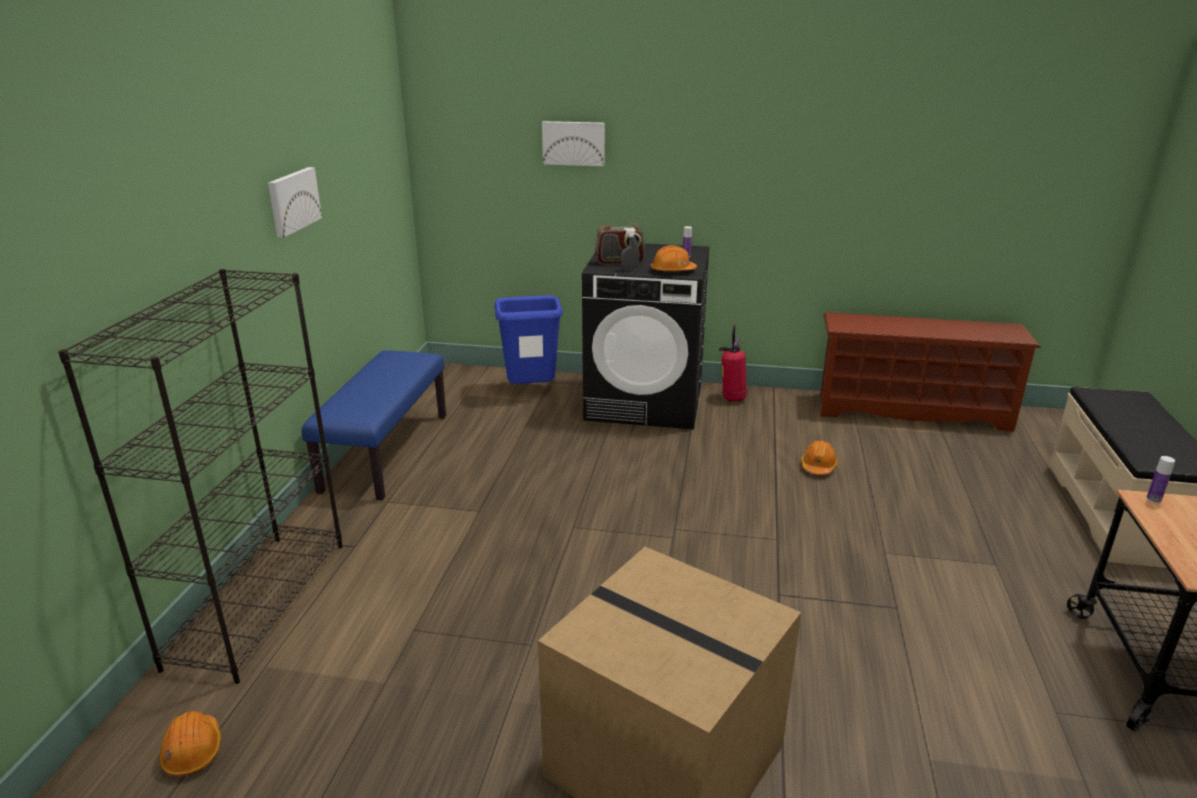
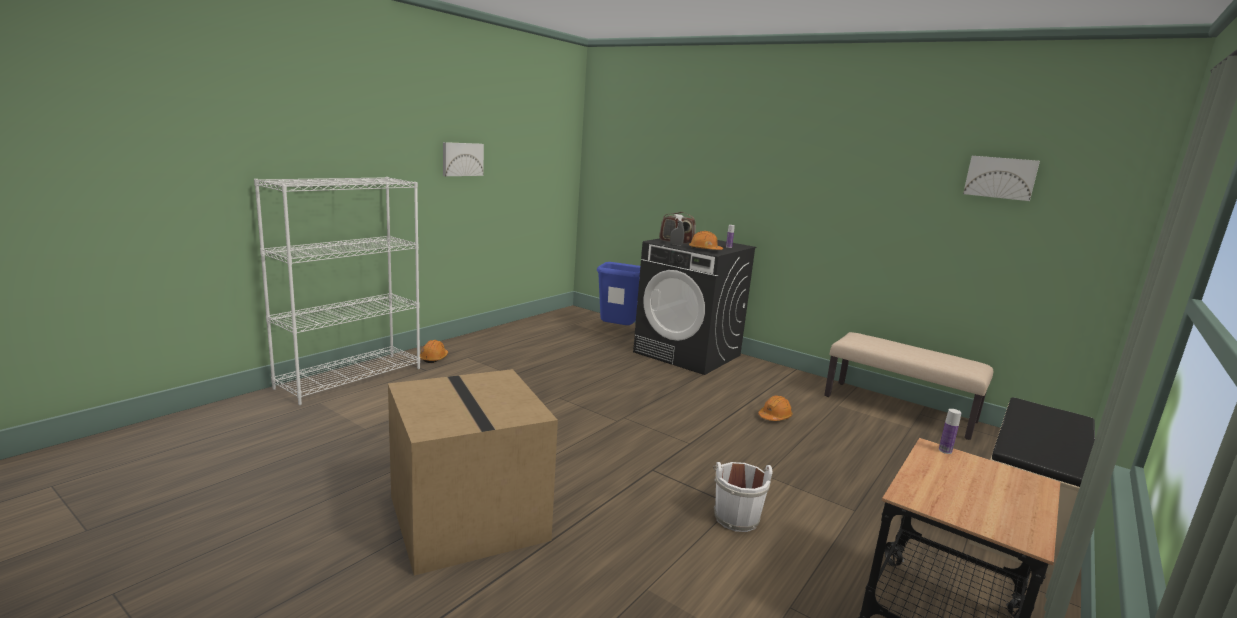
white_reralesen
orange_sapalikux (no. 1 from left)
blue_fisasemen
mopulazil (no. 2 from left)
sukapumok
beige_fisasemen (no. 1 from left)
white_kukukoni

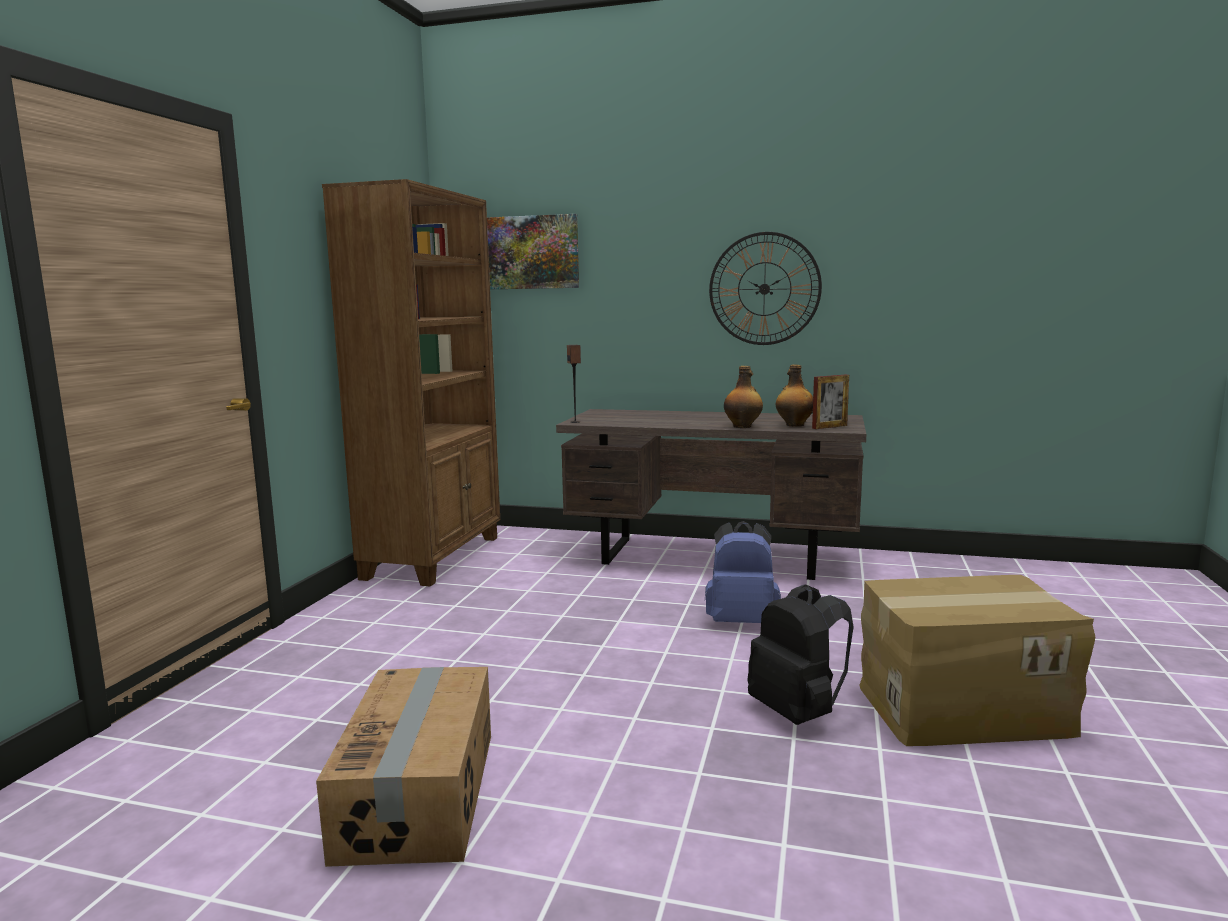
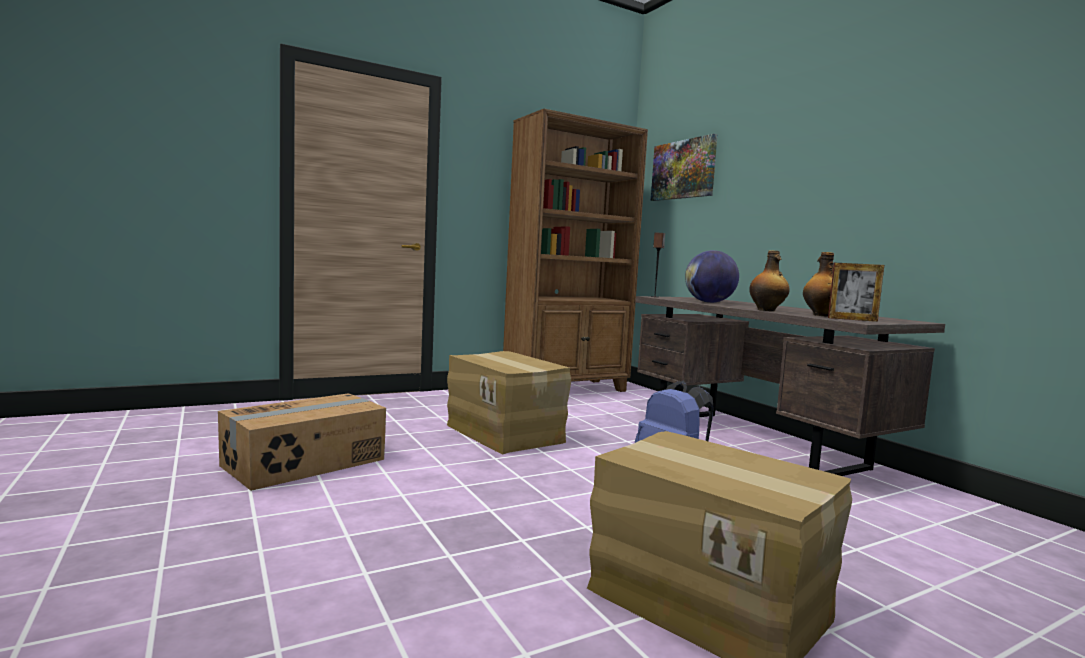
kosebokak
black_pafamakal
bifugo (no. 2 from left)
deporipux

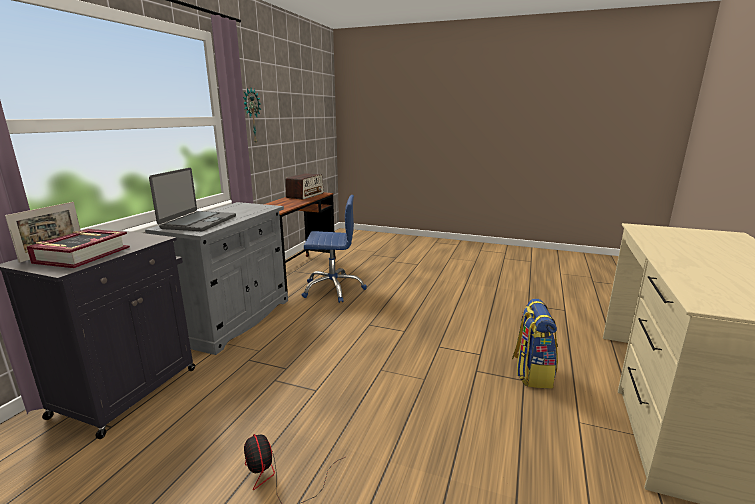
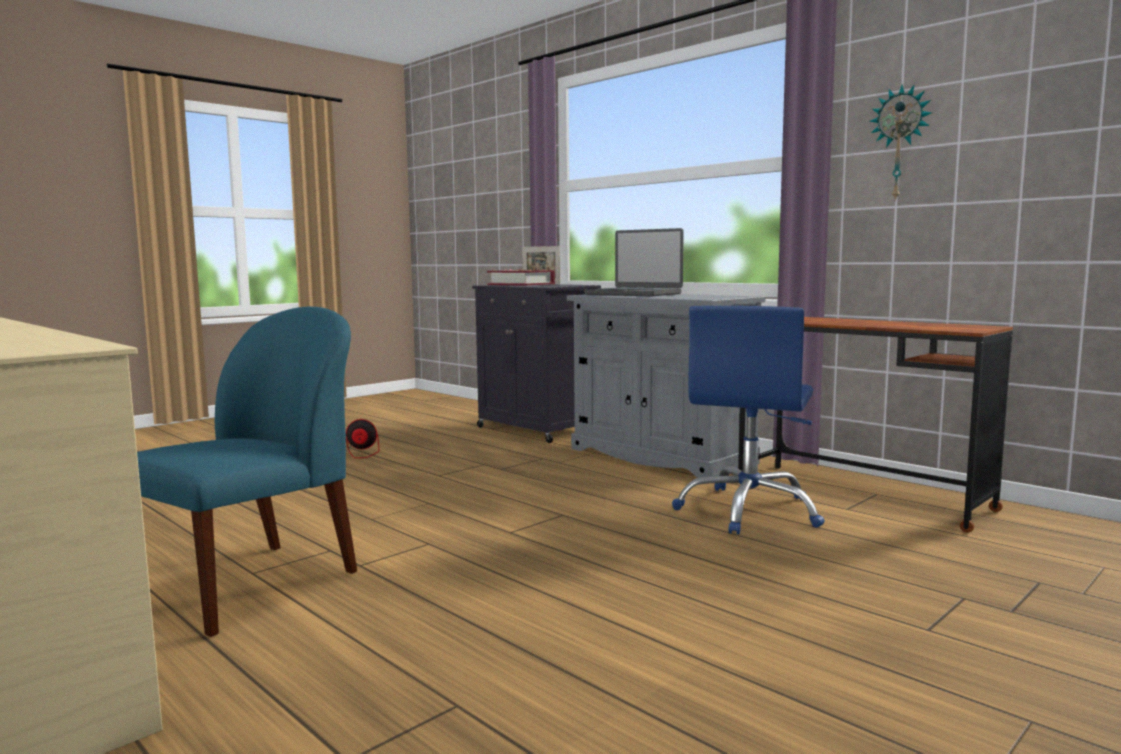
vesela
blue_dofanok

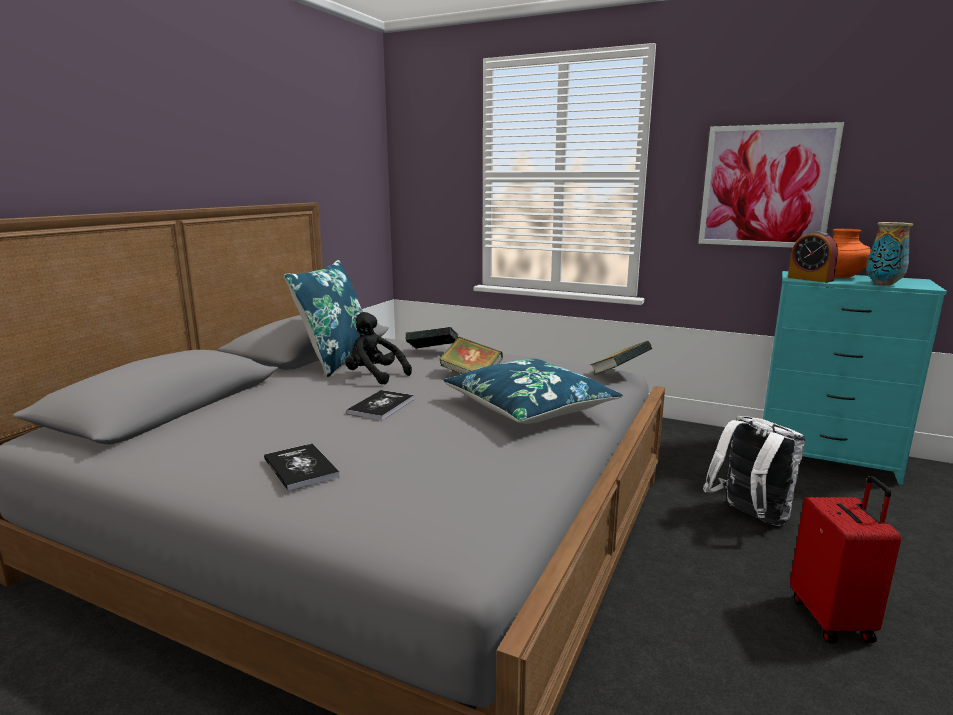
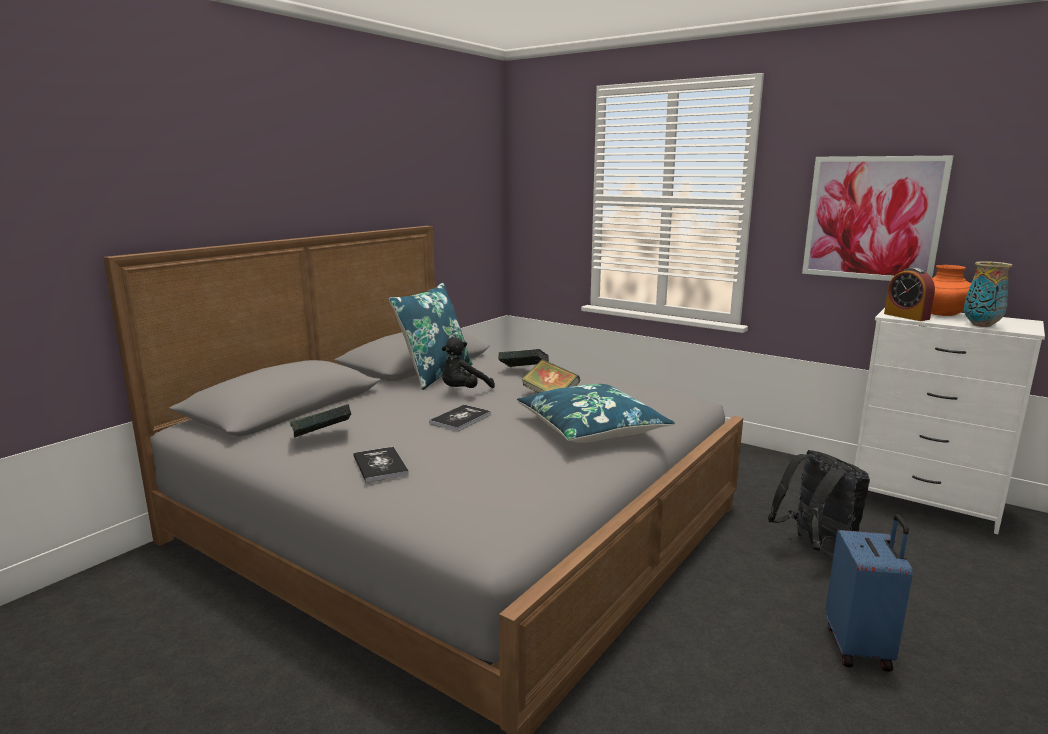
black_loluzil
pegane (no. 1 from left)
black_pafamakal
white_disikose
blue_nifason

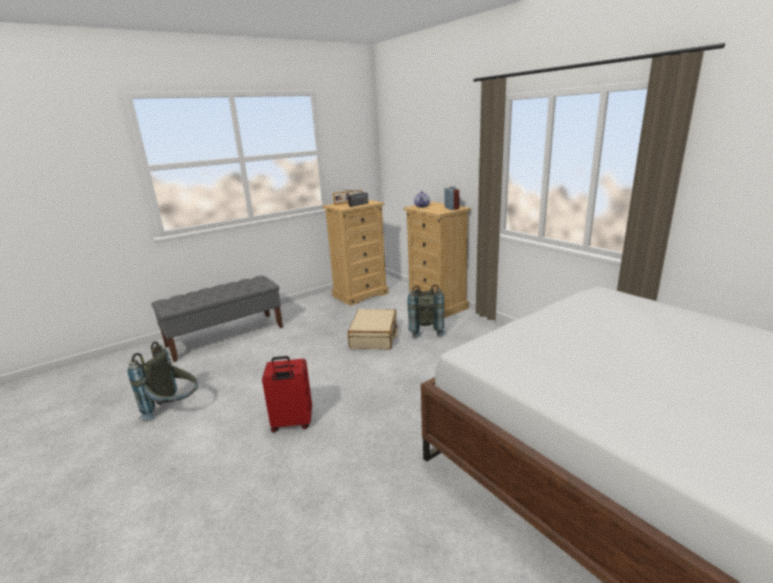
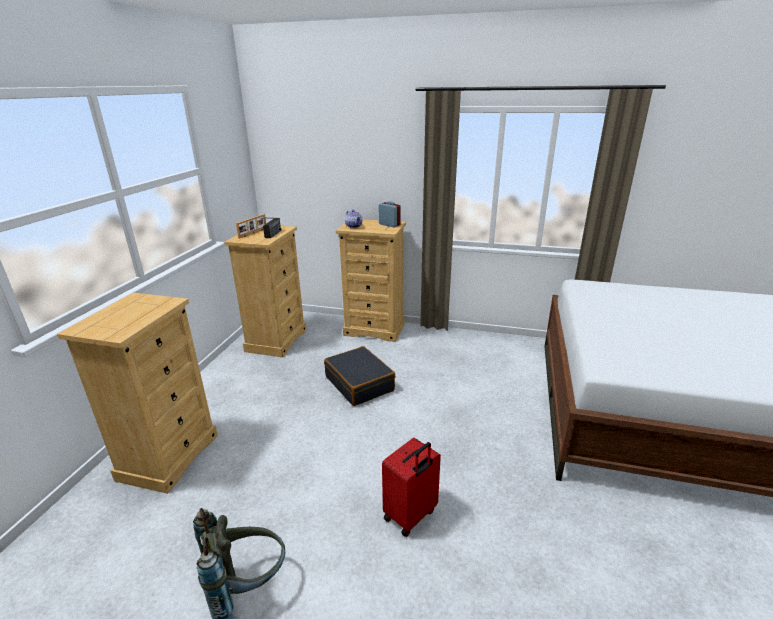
beige_disikose (no. 1 from left)
black_nifason
grey_pafamakal (no. 2 from left in the first image)

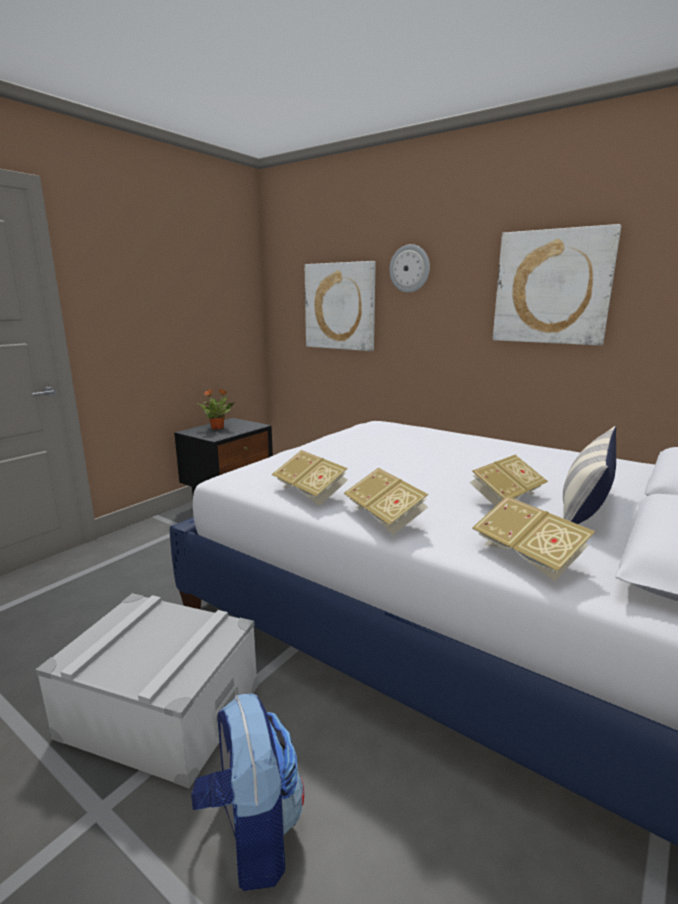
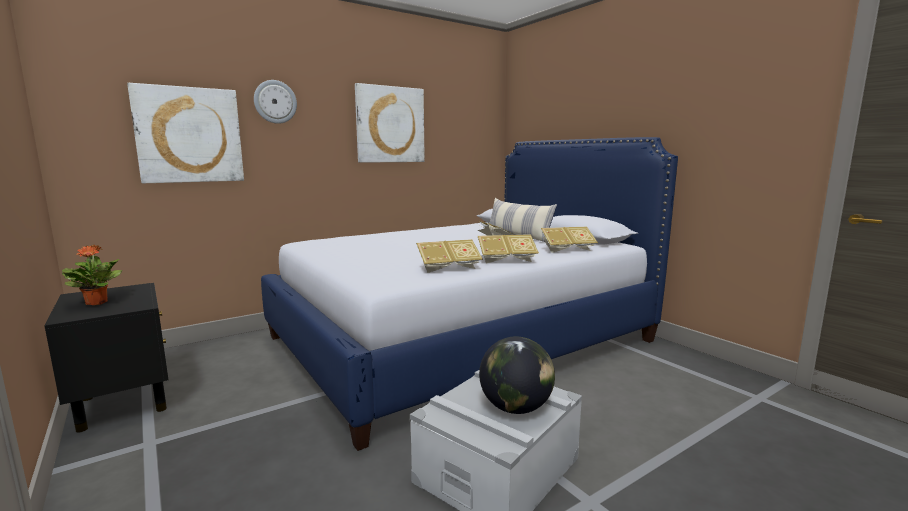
pafamakal
deporipux

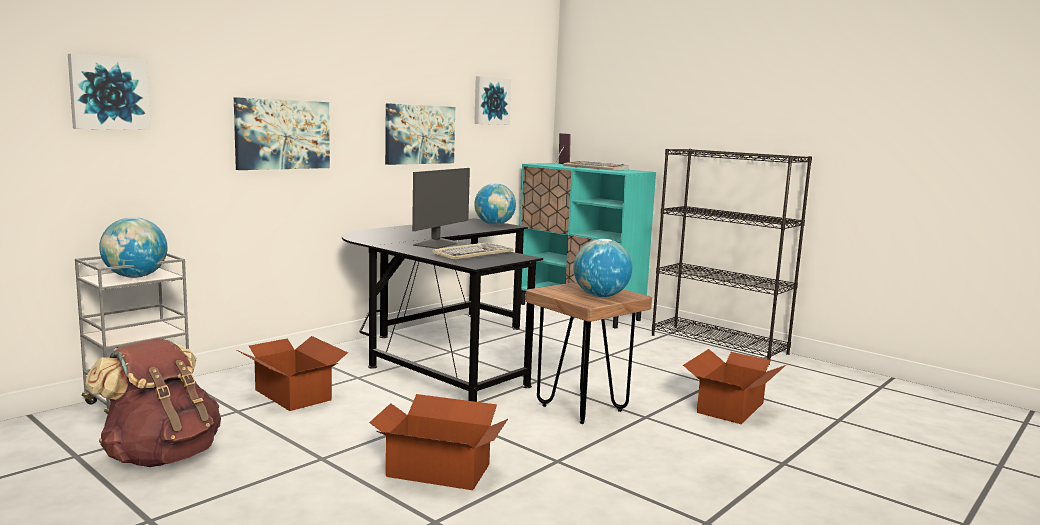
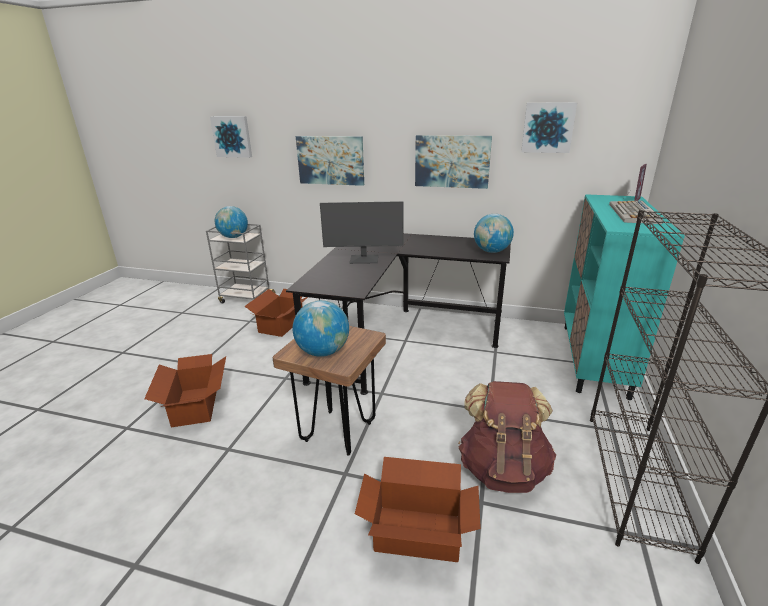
brown_pafamakal
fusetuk (no. 1 from left in the first image)

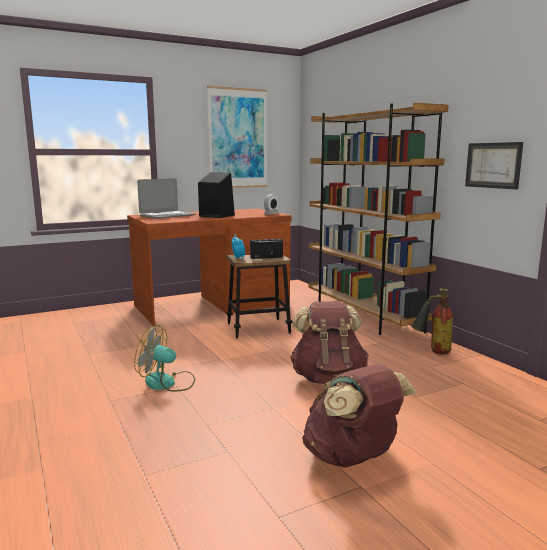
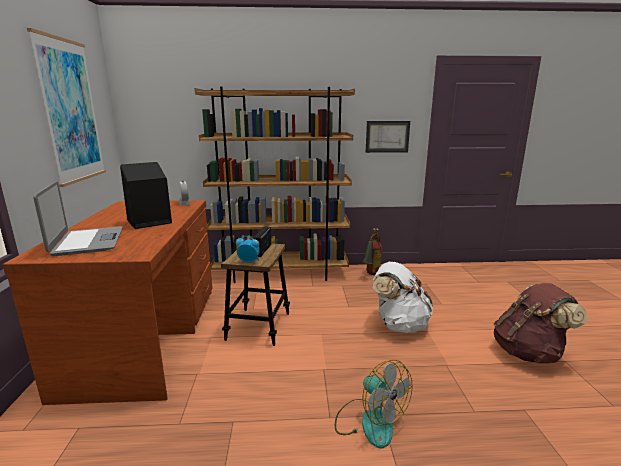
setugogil
white_pafamakal

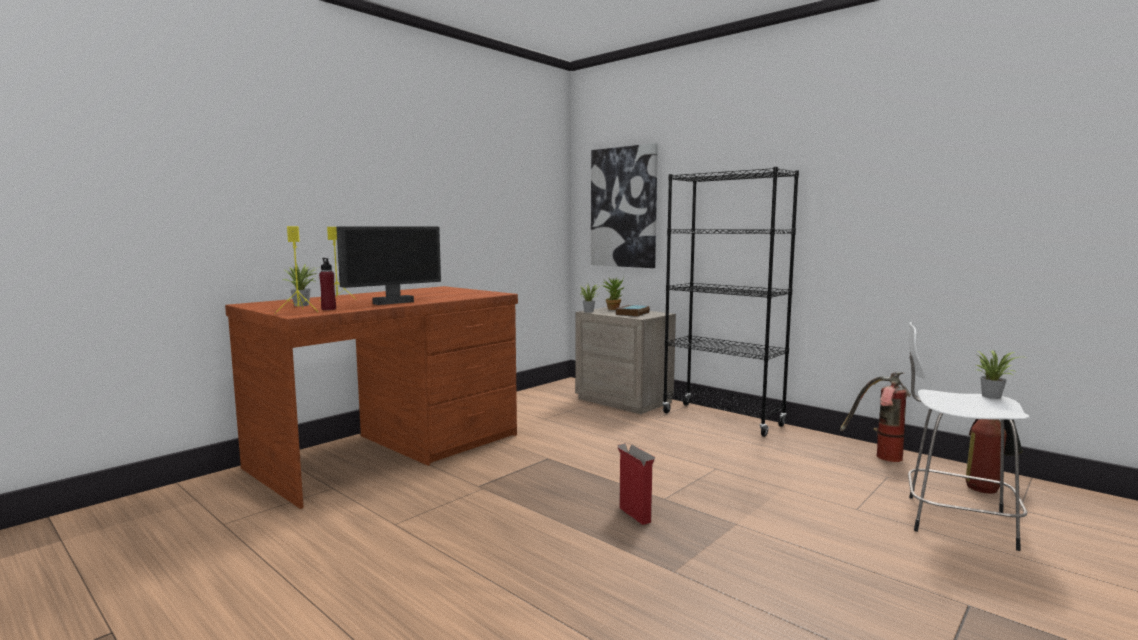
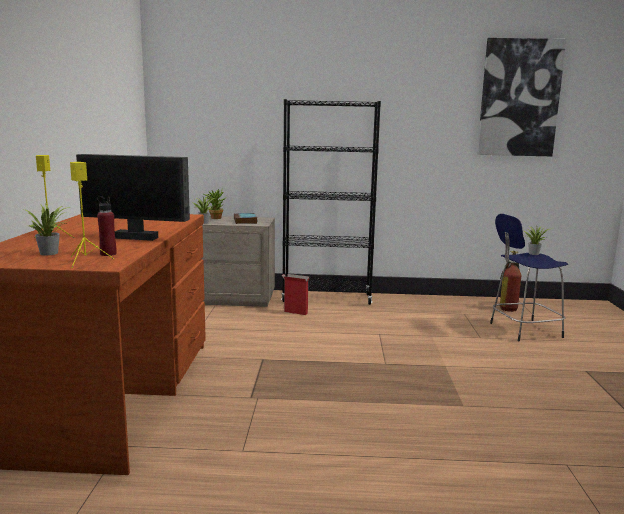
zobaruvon
mopulazil
bifugo
sukapumok (no. 1 from left in the first image)
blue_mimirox

